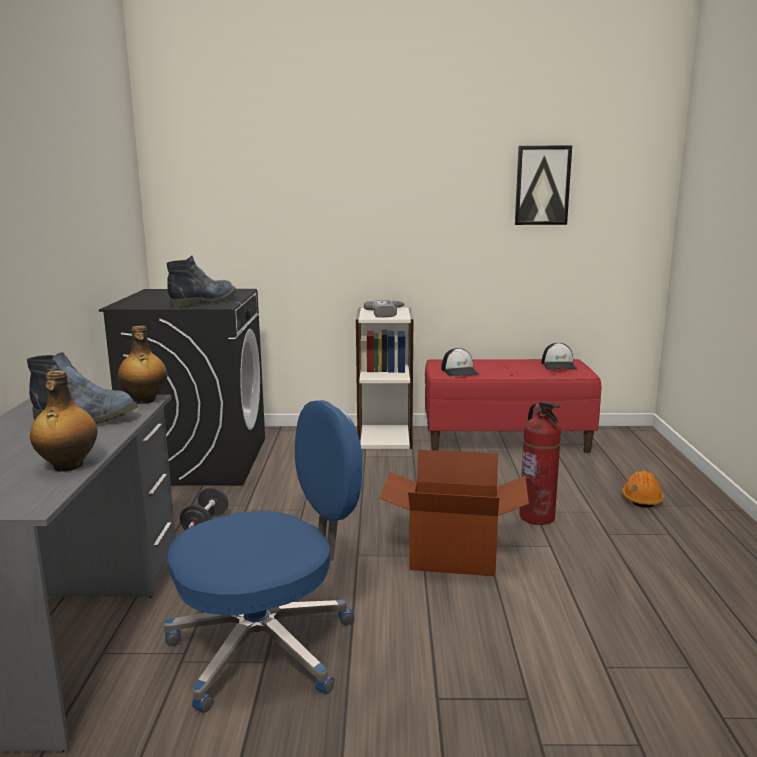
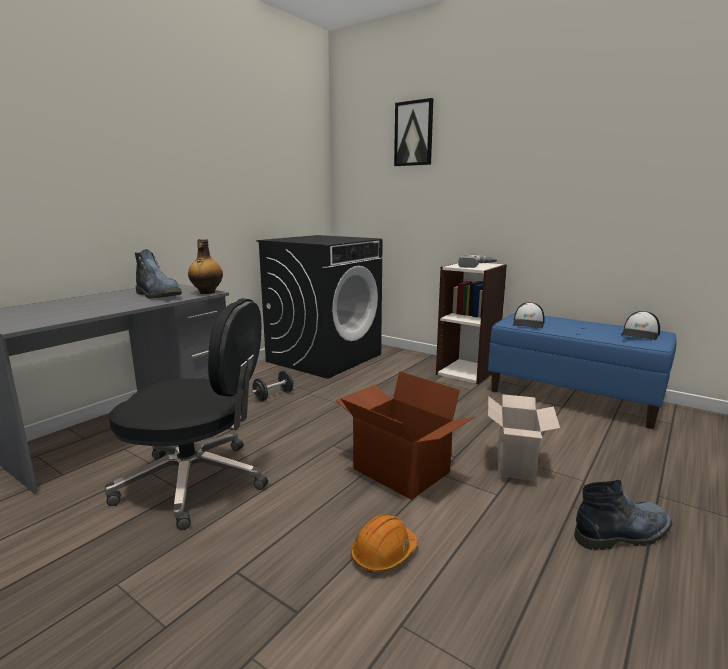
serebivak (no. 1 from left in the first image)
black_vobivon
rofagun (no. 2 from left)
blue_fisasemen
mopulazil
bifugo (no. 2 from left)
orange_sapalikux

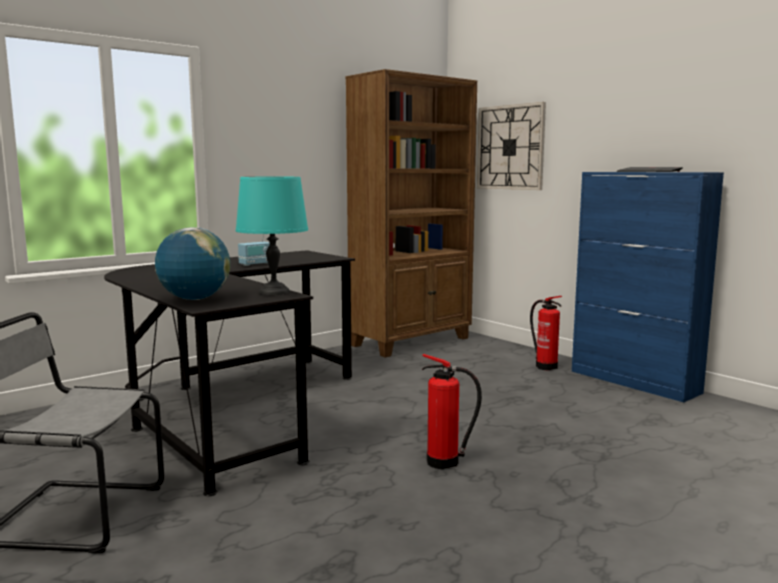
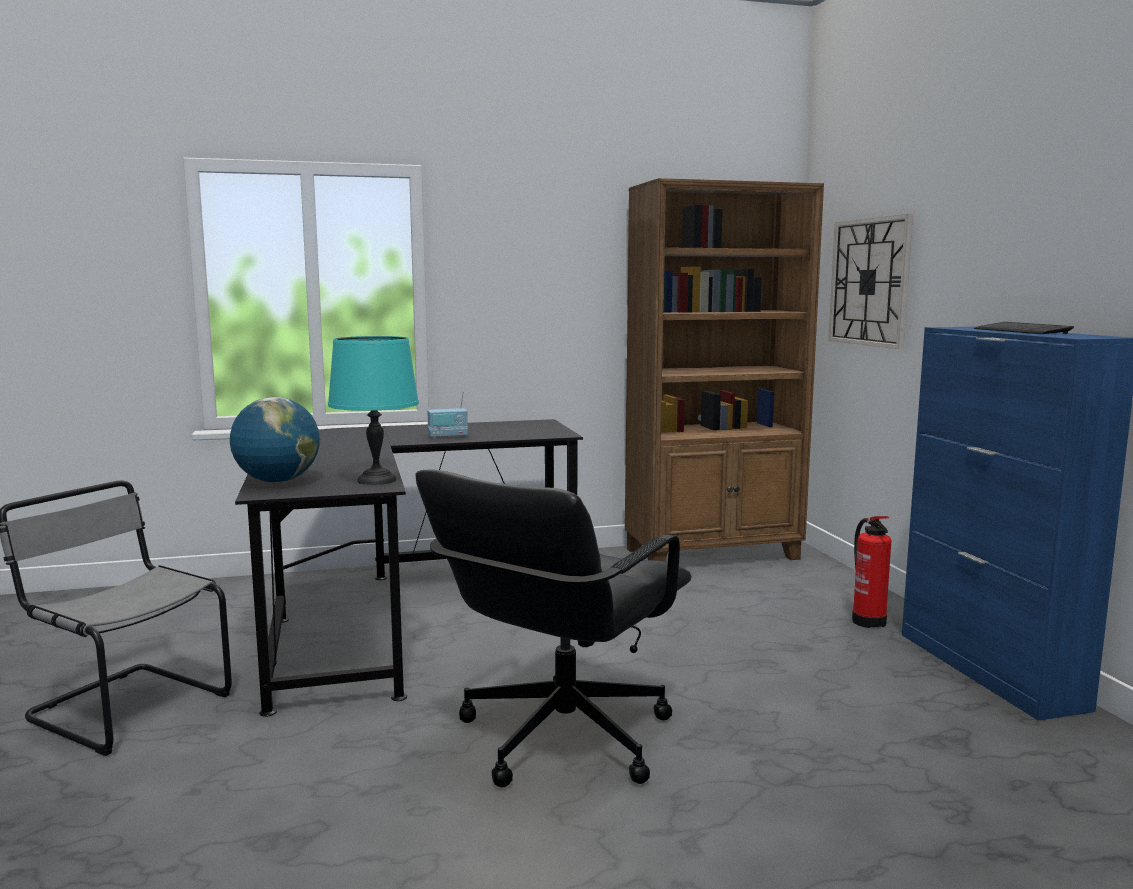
black_vobivon

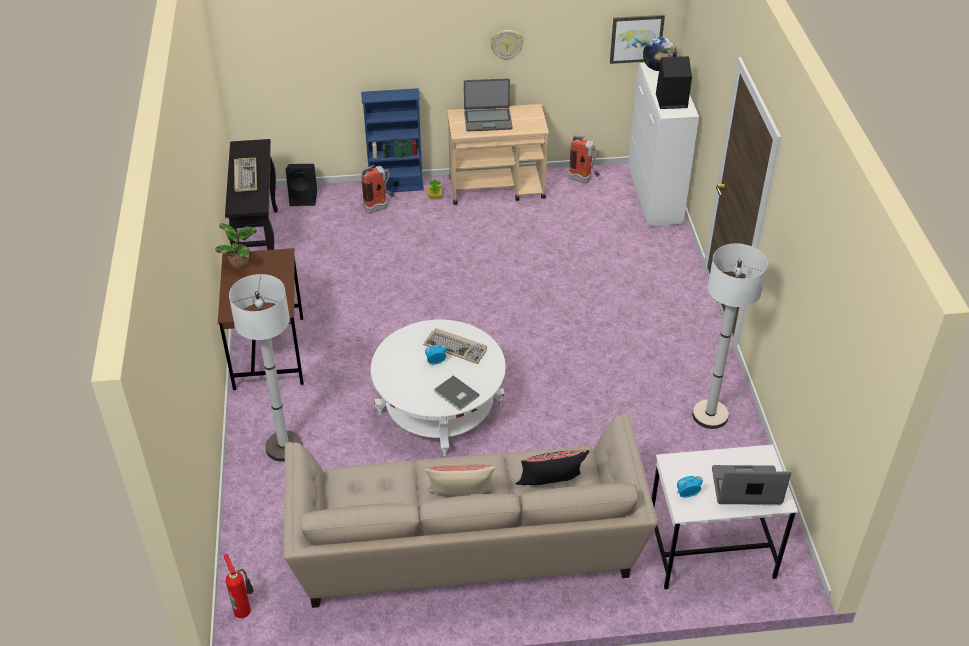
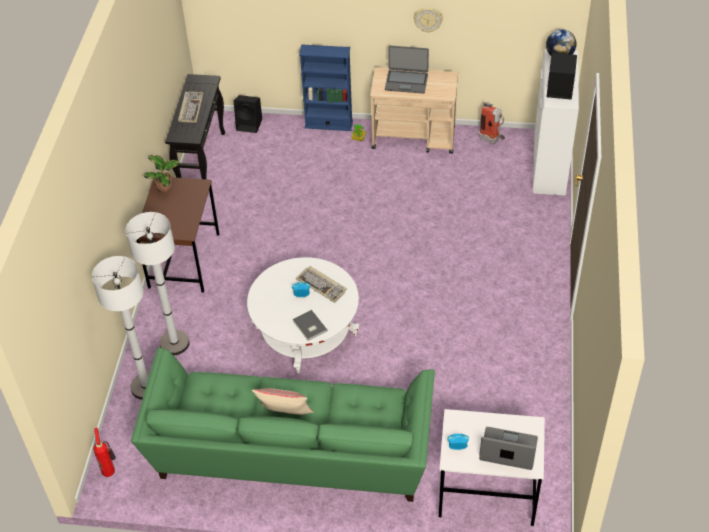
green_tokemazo
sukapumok (no. 2 from left in the first image)
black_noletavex
mopulazil
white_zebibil (no. 1 from left)

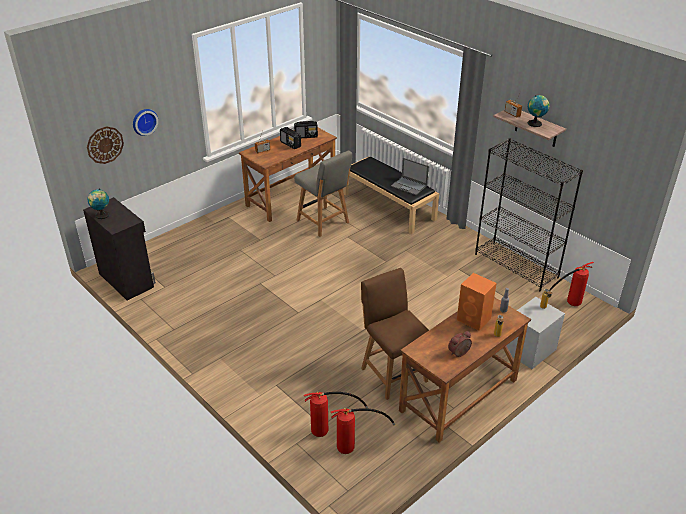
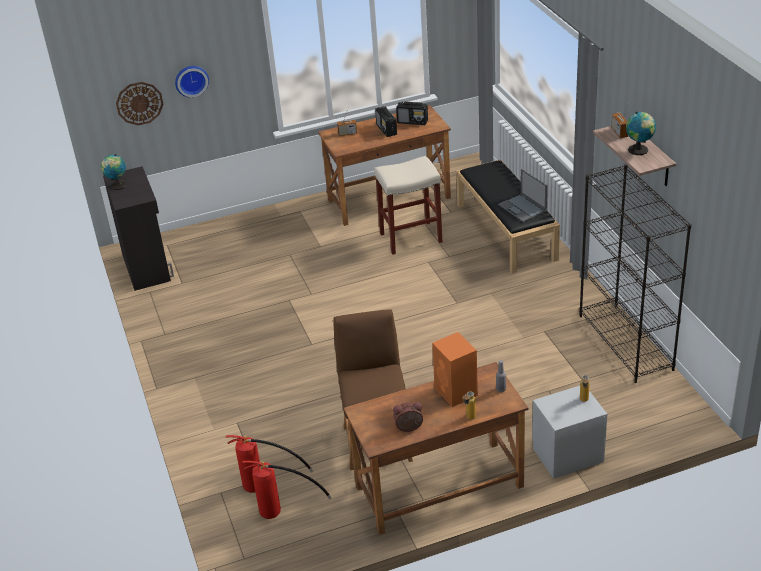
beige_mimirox
sukapumok (no. 3 from left in the first image)

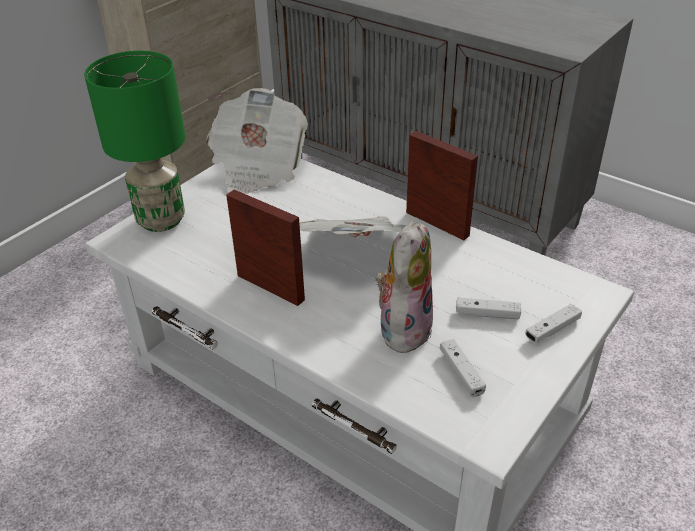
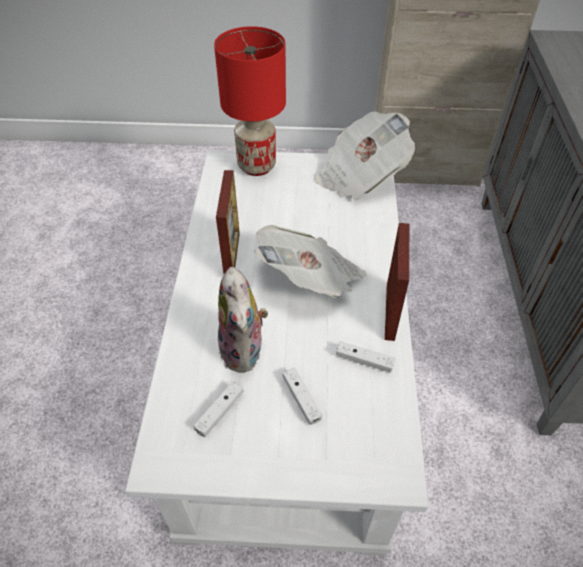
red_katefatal
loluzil
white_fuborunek (no. 3 from left)

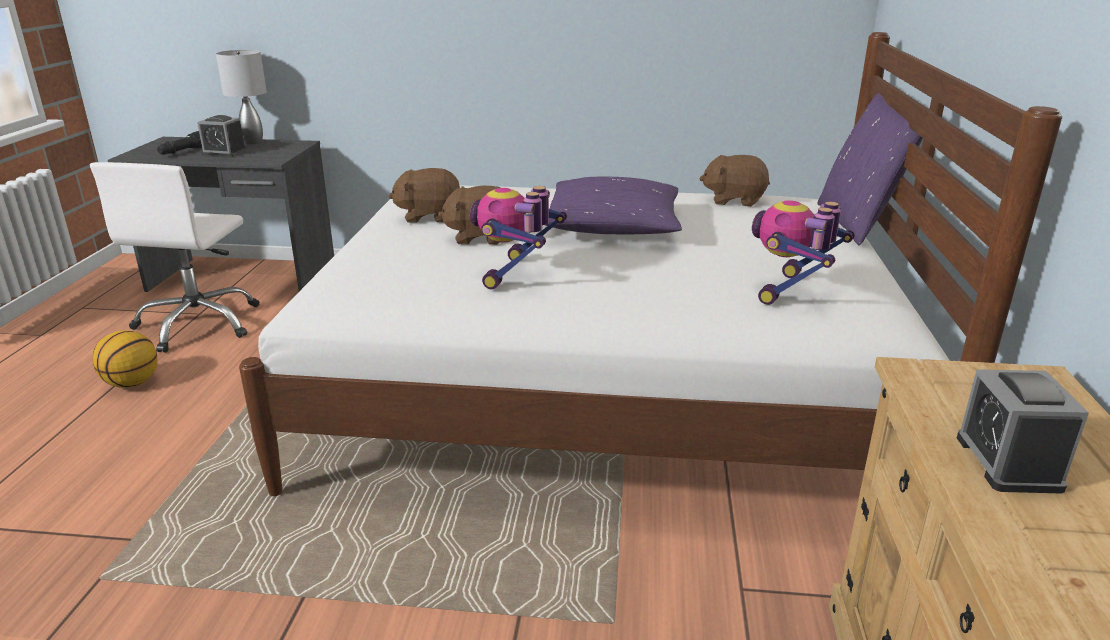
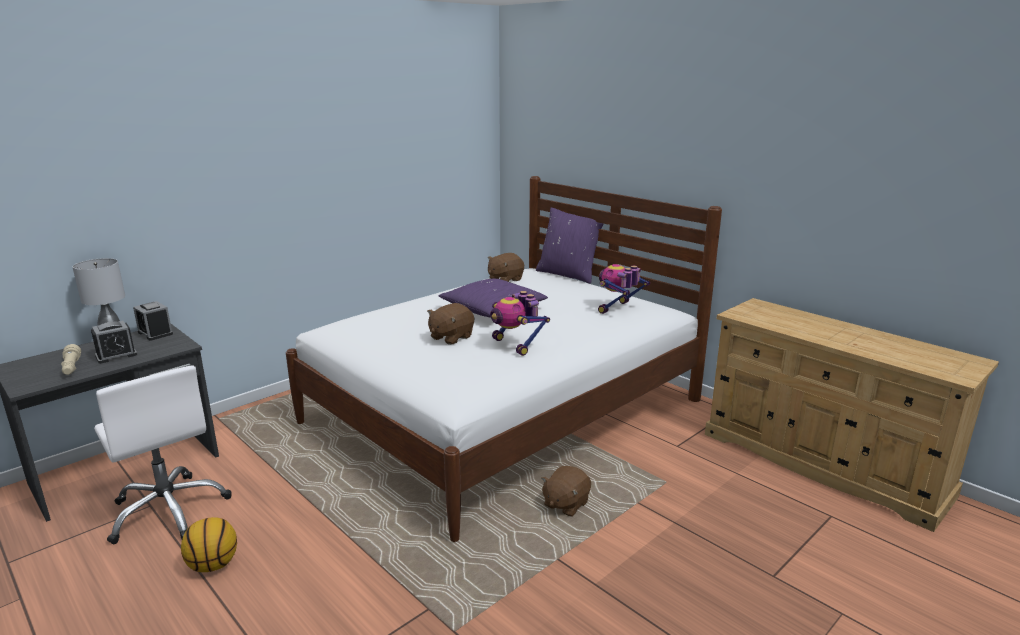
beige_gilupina
brown_loluzil (no. 3 from left)
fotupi (no. 2 from left)
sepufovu (no. 2 from left)

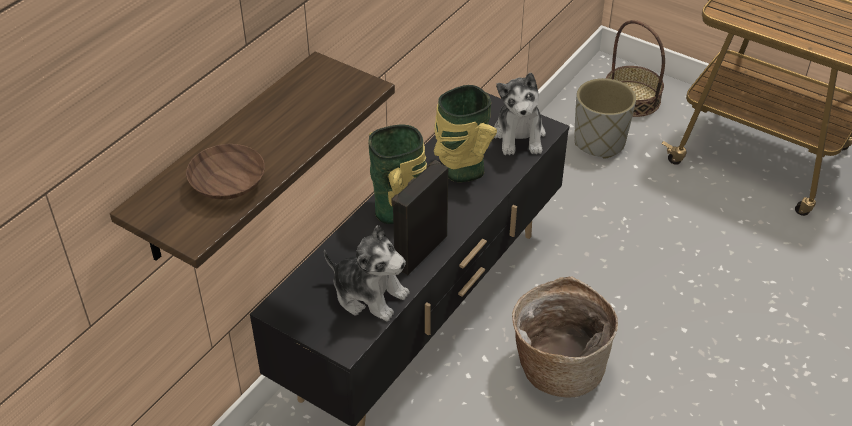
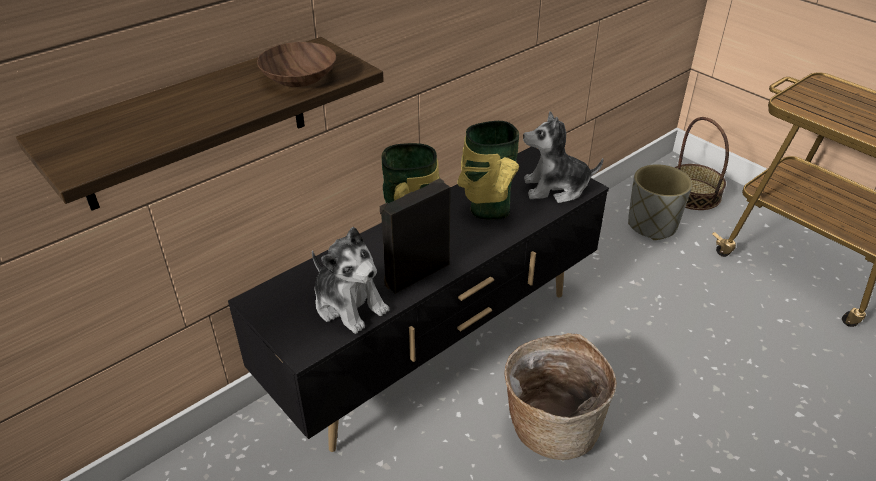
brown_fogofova
loluzil (no. 2 from left)

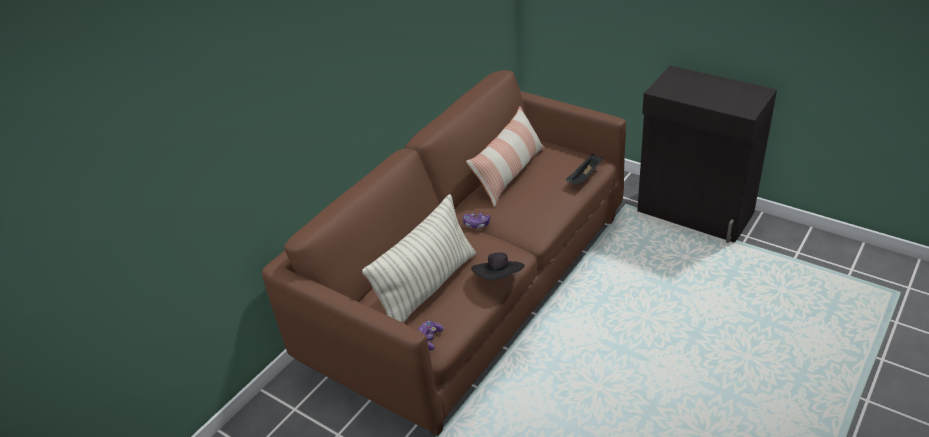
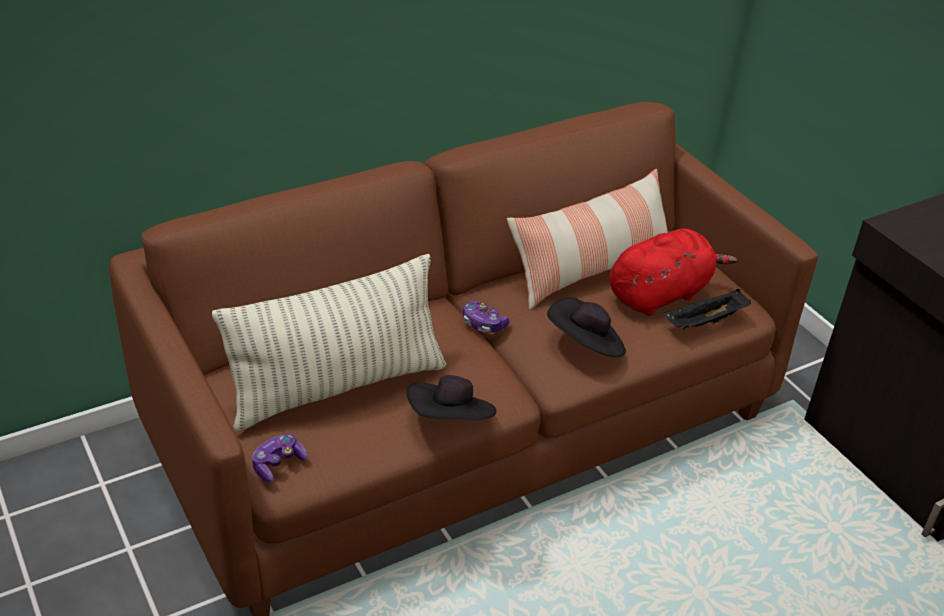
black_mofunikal (no. 2 from left)
red_loluzil

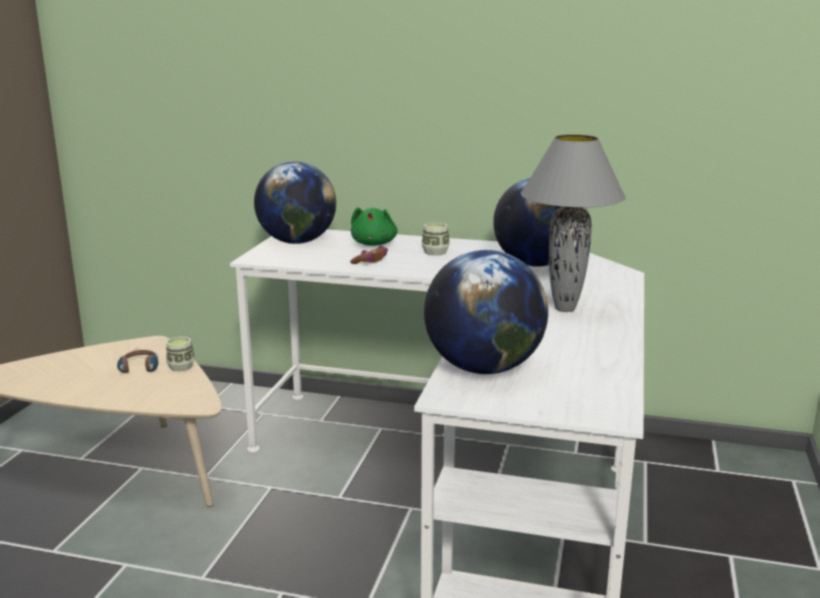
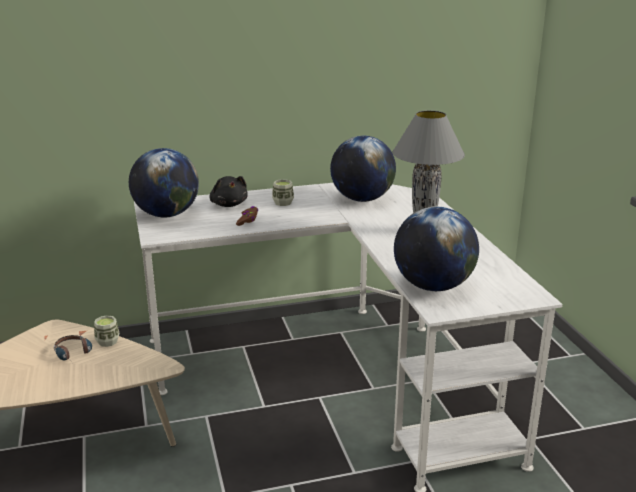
black_loluzil

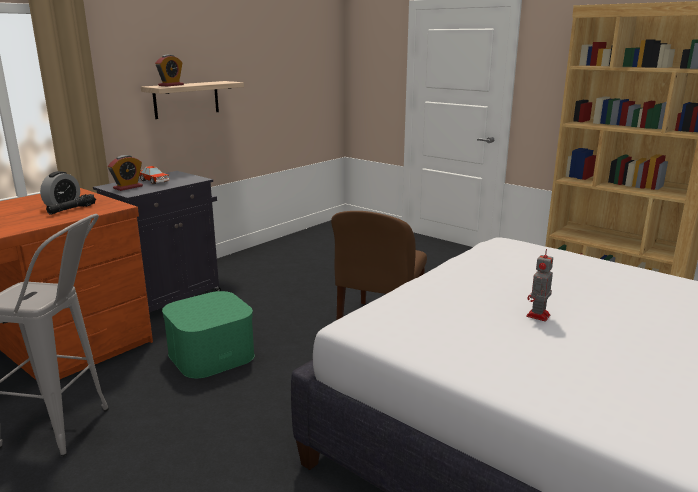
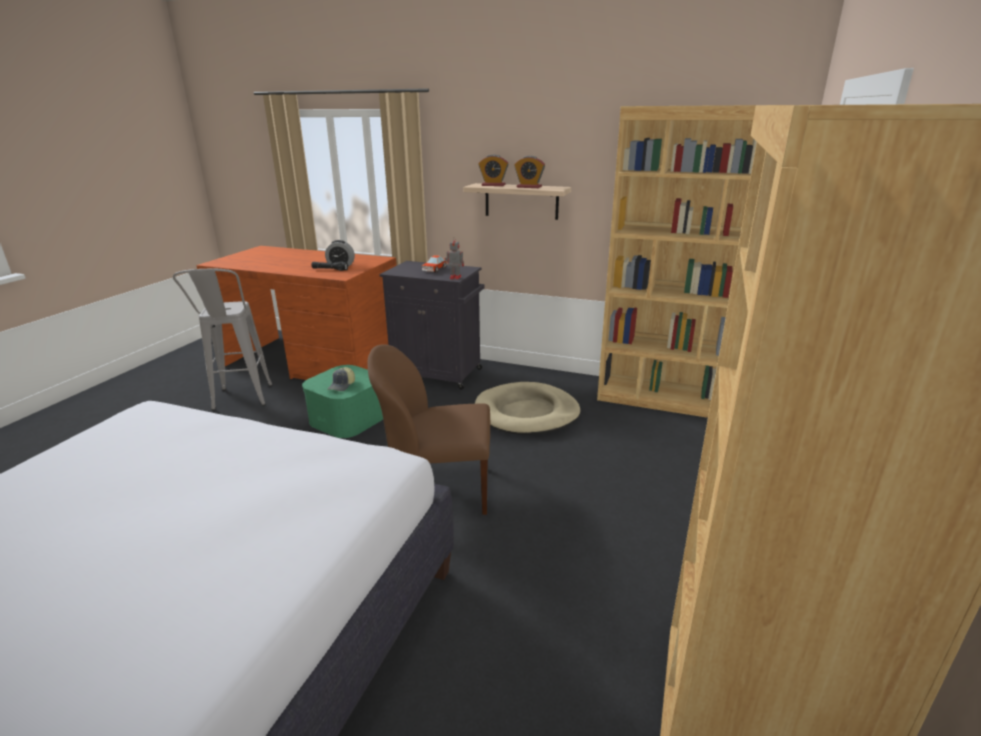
sepufovu (no. 3 from left)
fotupi
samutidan
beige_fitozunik
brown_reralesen (no. 1 from left)

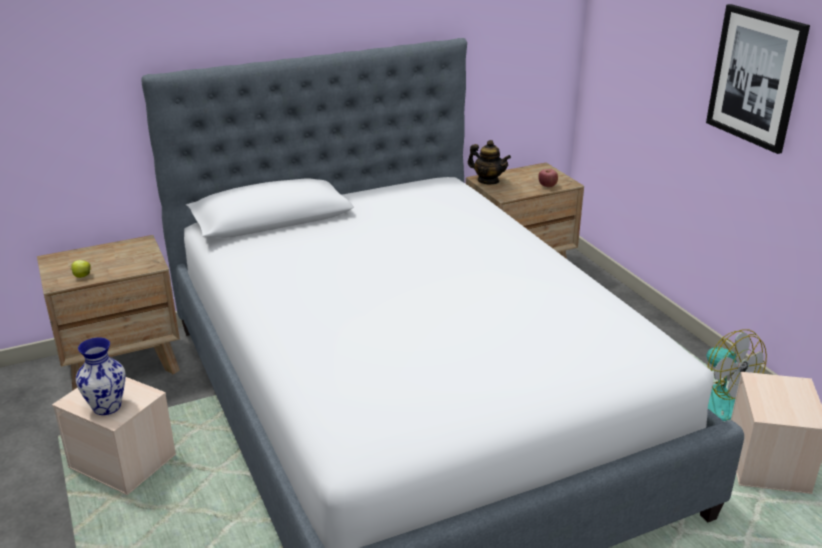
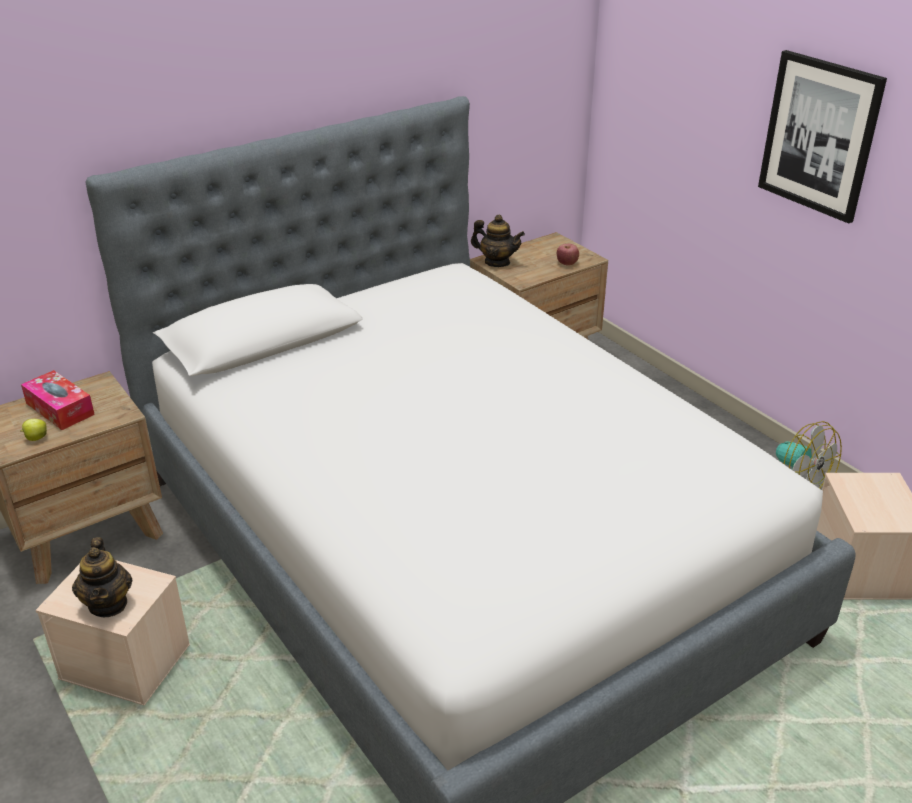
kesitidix (no. 1 from left)
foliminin

